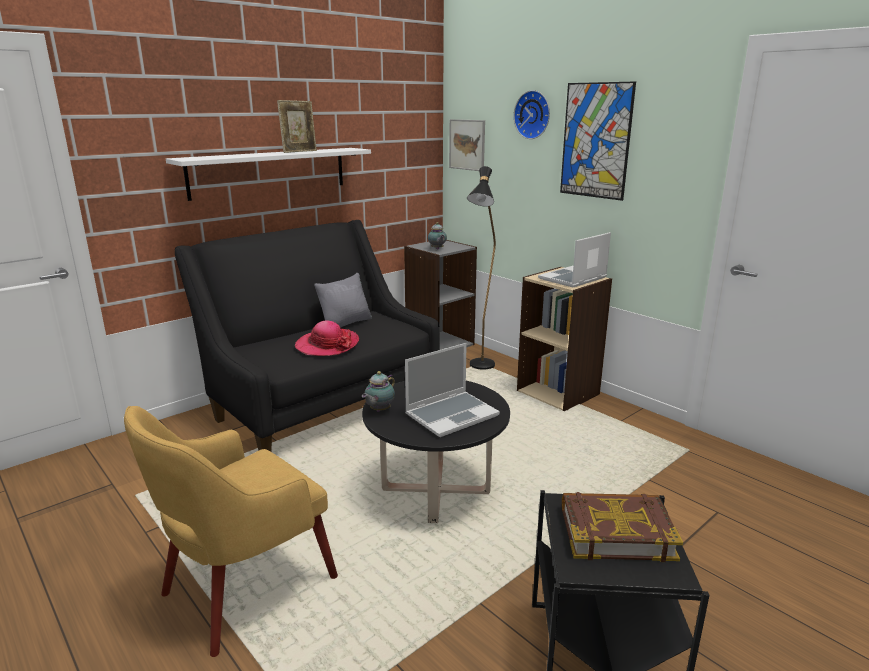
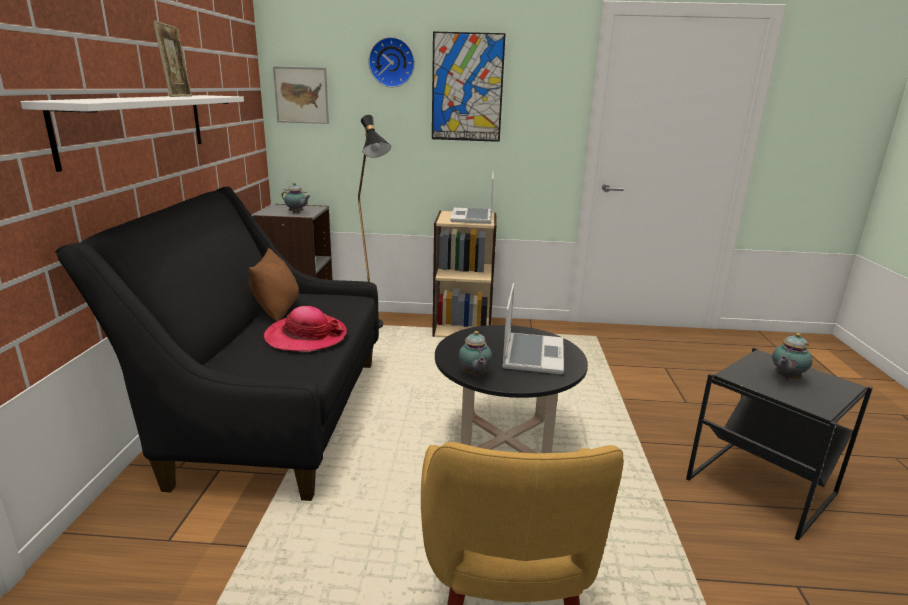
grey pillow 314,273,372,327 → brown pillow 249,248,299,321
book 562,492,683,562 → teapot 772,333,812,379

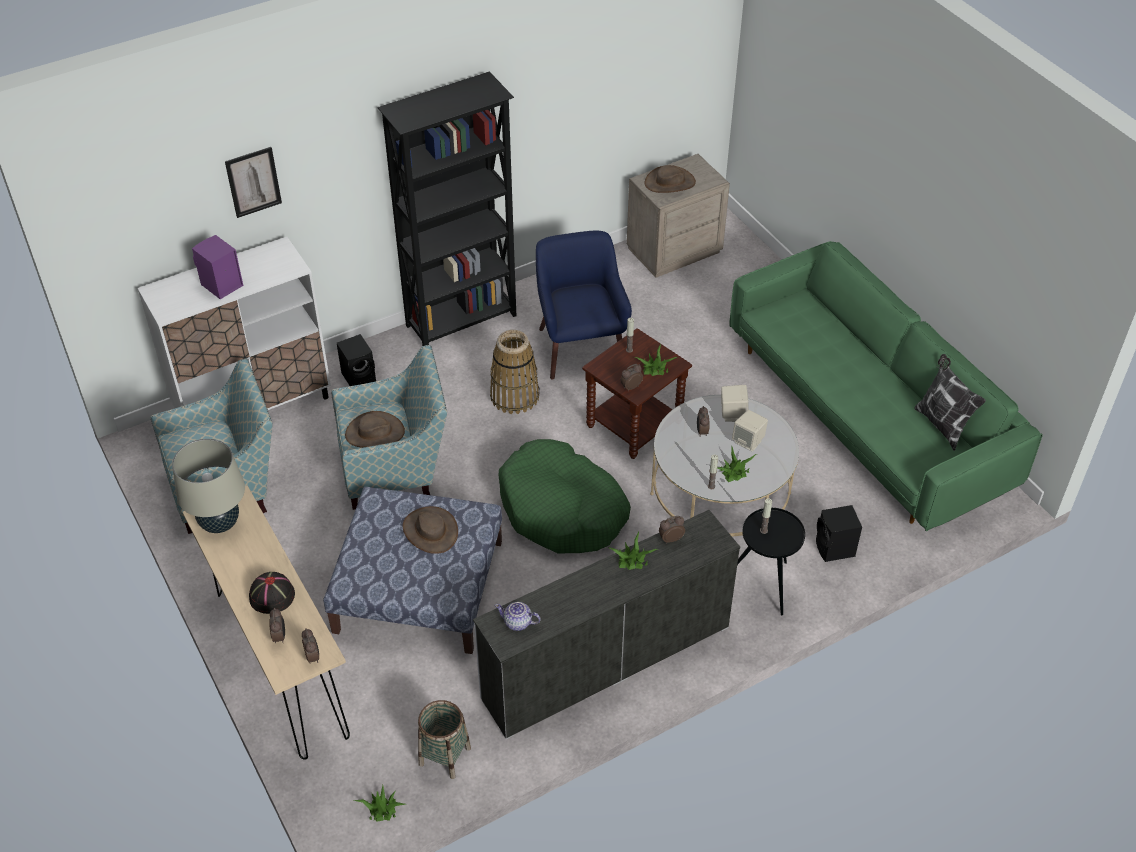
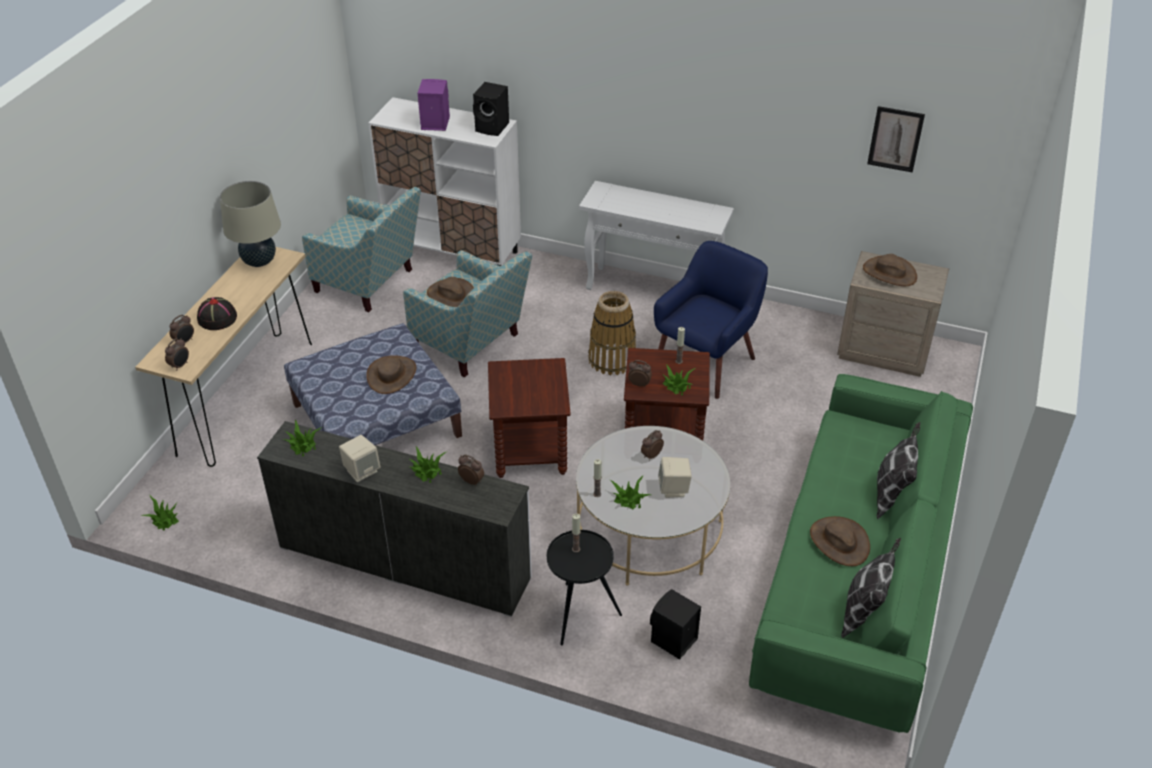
black bookcase 377,72,516,346 → white console table 579,181,734,290
picture 225,147,282,218 → picture 867,106,925,173, moved
black speaker 337,334,376,386 → black speaker 473,82,509,136, moved
beige speaker 721,385,749,422 → beige speaker 339,435,380,482, moved
green dog bed 499,439,631,554 → brown side table 488,358,571,478
teapot 495,602,540,631 → potted plant 284,420,321,456
basket 418,700,471,779 → -
- → pillow 877,422,920,520
- → brown hat 810,516,870,566

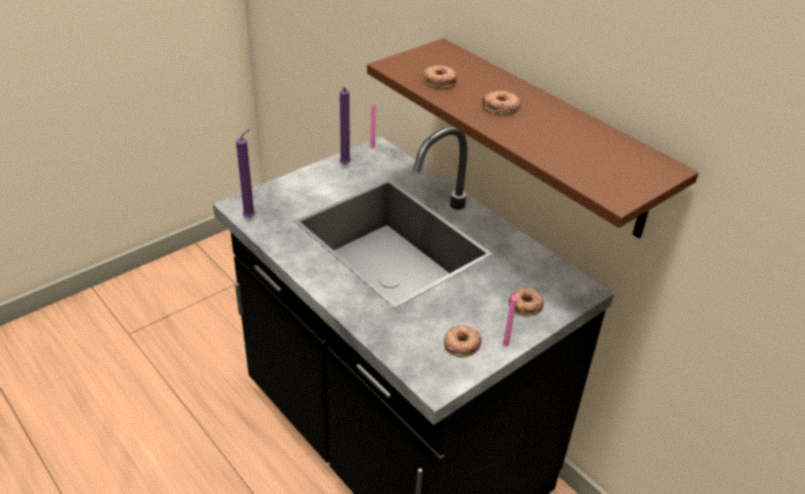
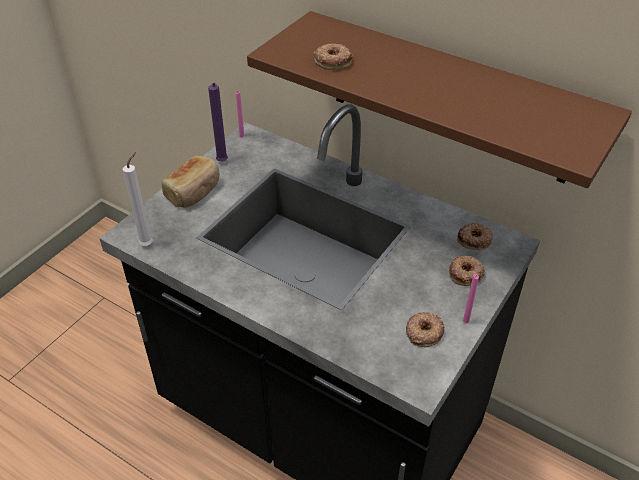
donut 482,91,521,115 → donut 457,223,493,250, moved
purple candle 236,128,255,218 → white candle 123,152,153,246
- → bread 162,156,219,208

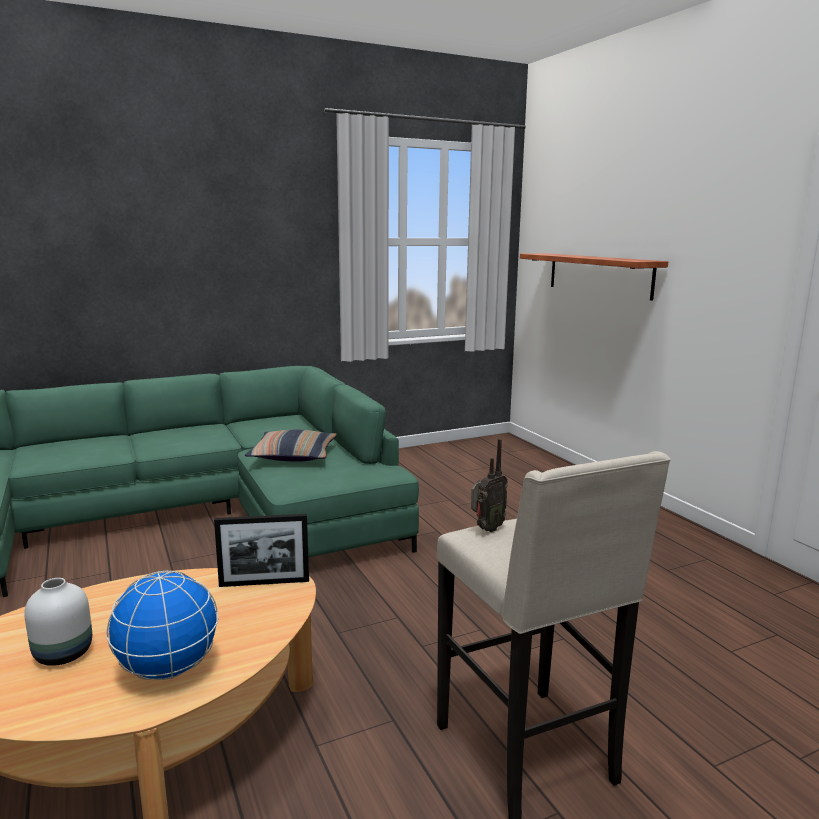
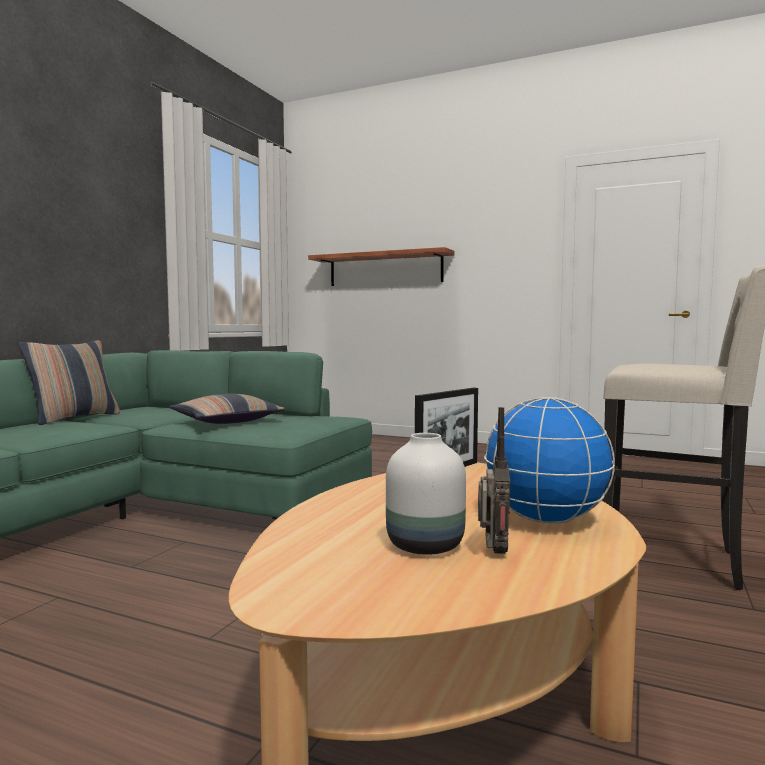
radio 471,439,508,532 → radio 478,407,510,554, moved
- → pillow 19,340,120,425

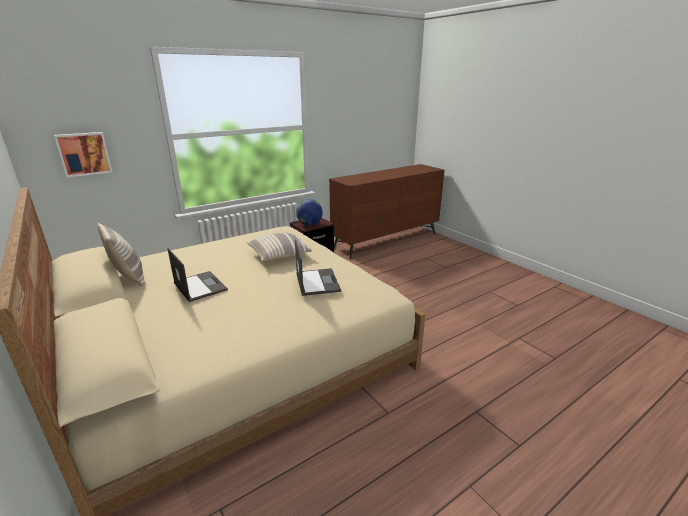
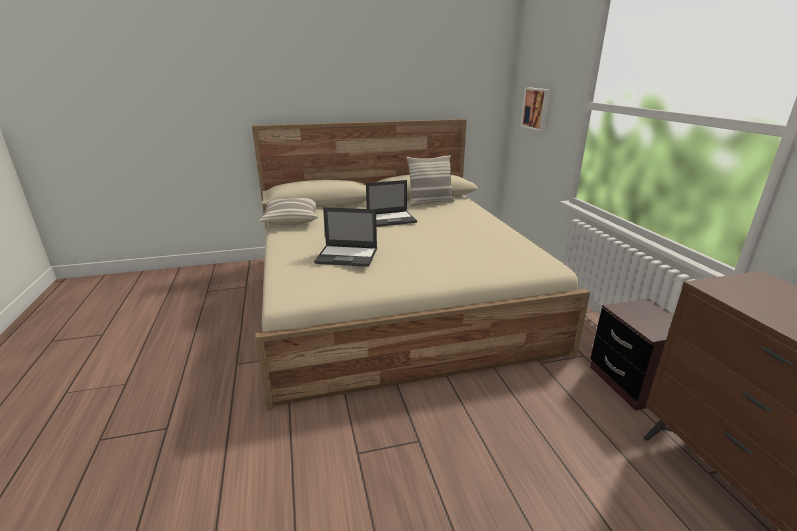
globe 296,199,323,226 → -
pillow 247,232,312,261 → pillow 259,198,318,225, moved

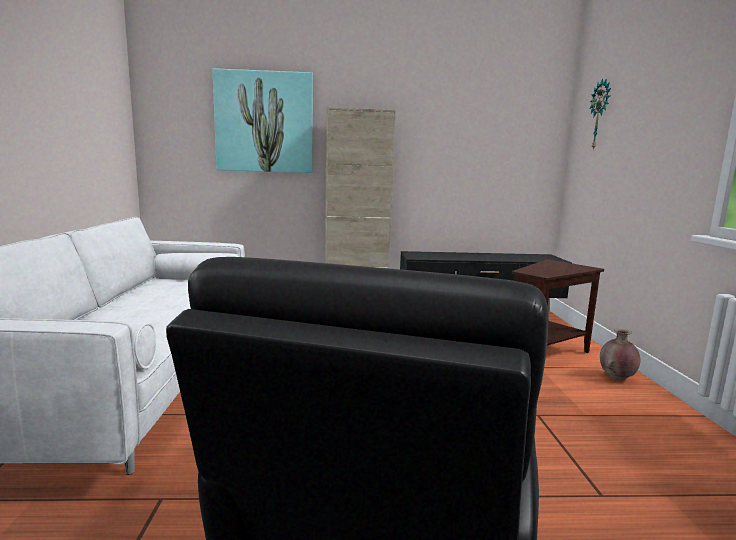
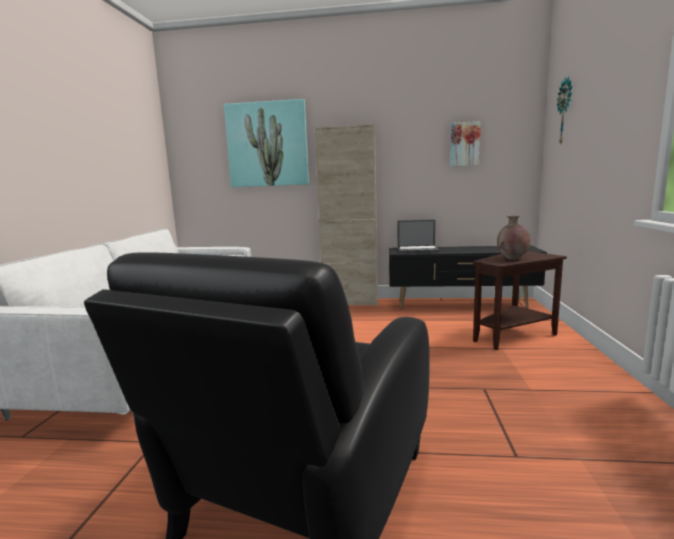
brown vase 600,329,641,380 → brown vase 497,215,530,260, moved
- → picture 450,121,481,167
- → laptop 398,220,440,253

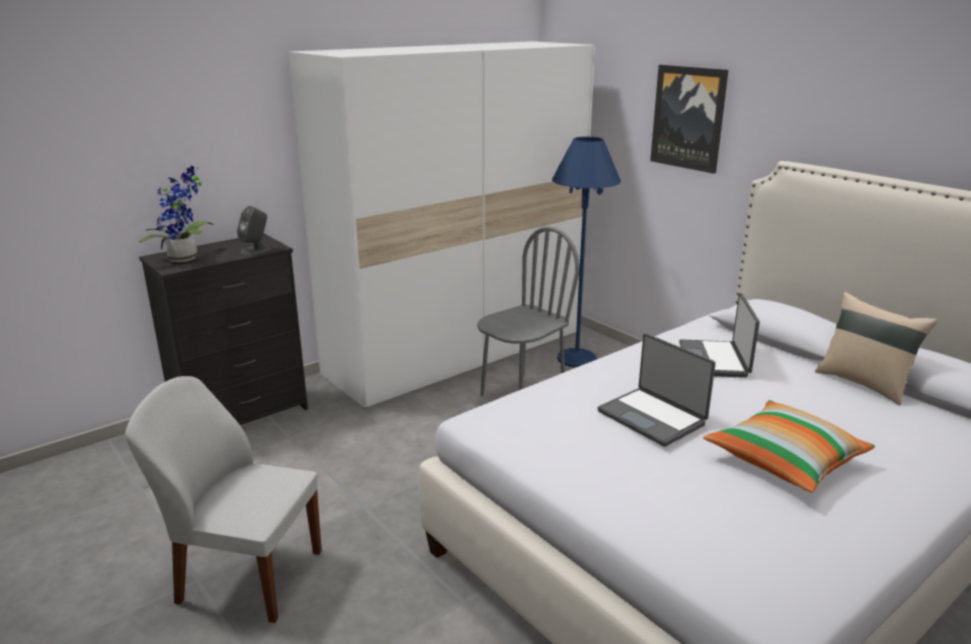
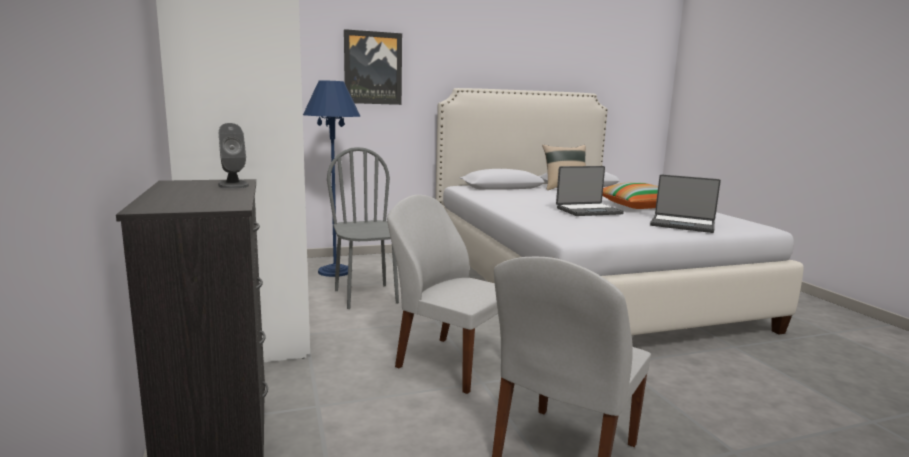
potted plant 139,166,214,262 → -
laptop 679,293,760,378 → laptop 650,174,721,233, moved
- → white chair 387,195,498,394

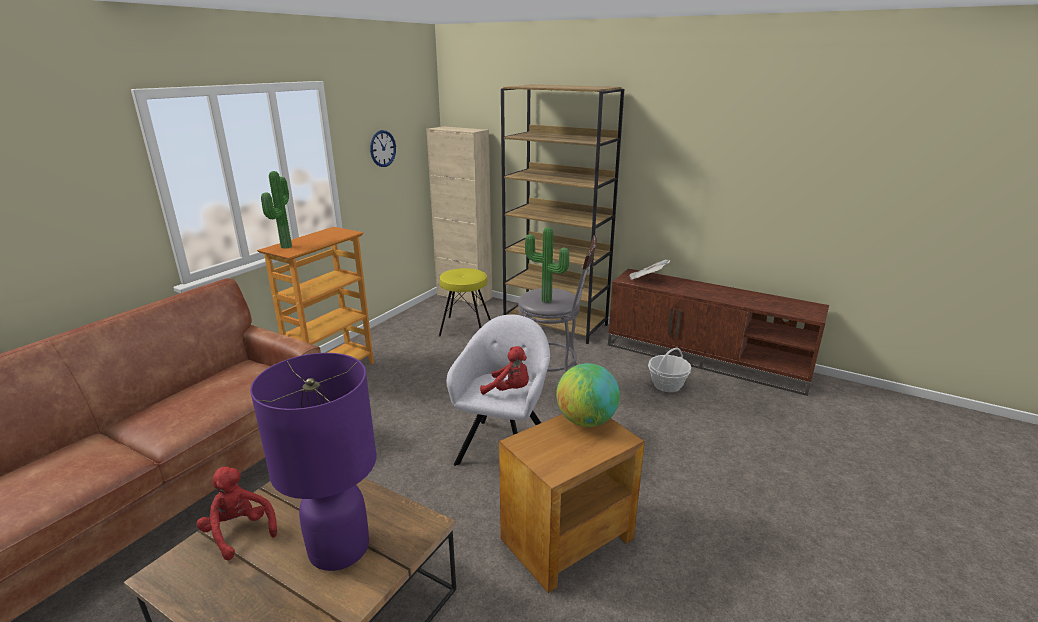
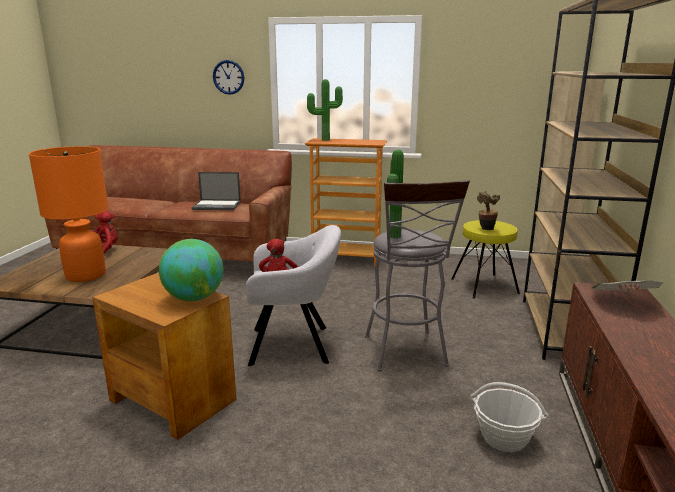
wall clock 370,130,396,167 → wall clock 213,60,244,95, moved
purple table lamp 250,353,377,571 → orange table lamp 29,146,108,282
- → laptop 192,172,241,210
- → potted plant 477,191,500,230

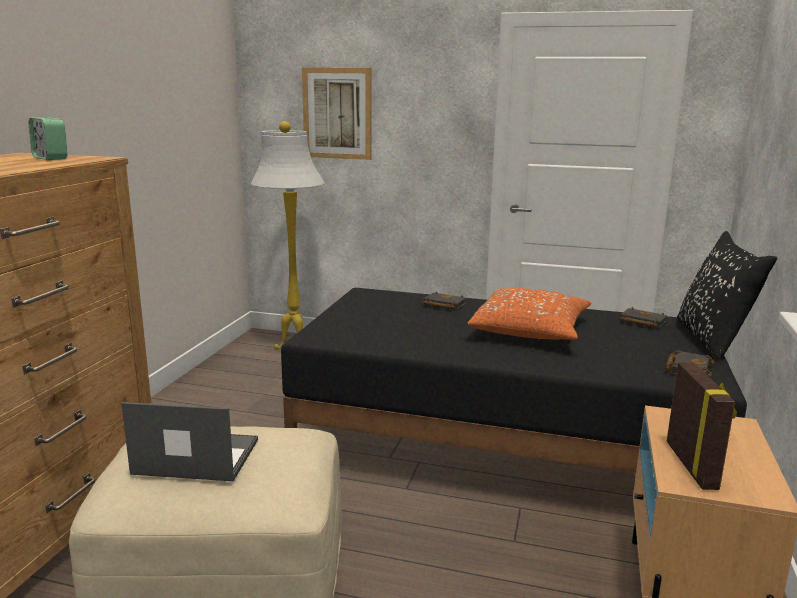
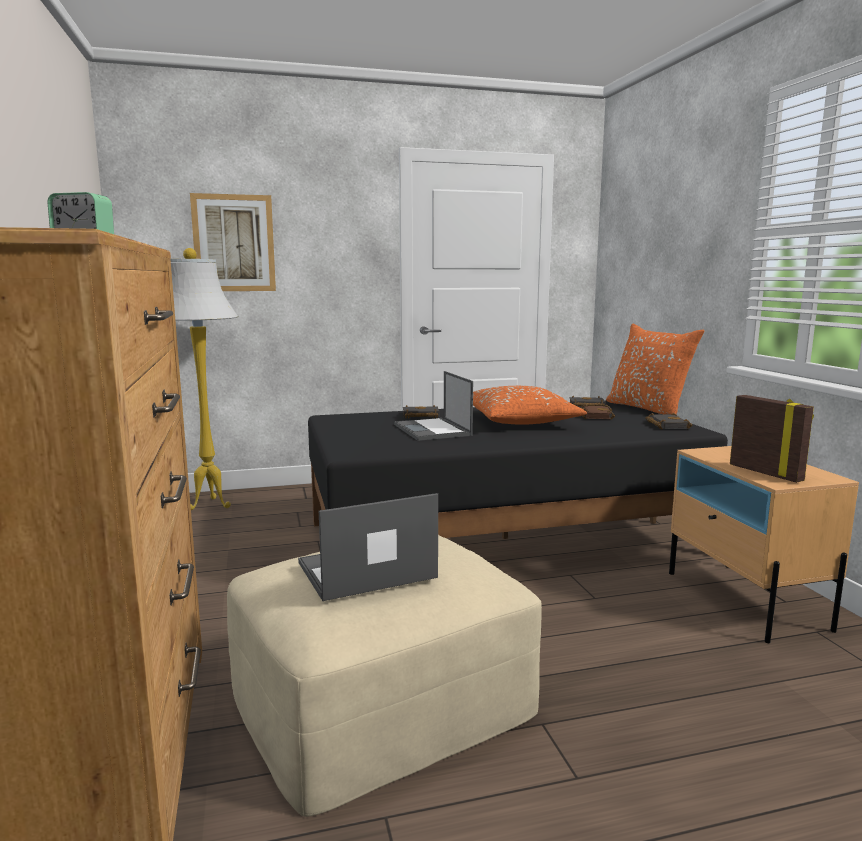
black pillow 677,231,777,360 → orange pillow 606,324,704,414
- → laptop 394,371,473,441
- → brown book 580,404,615,420

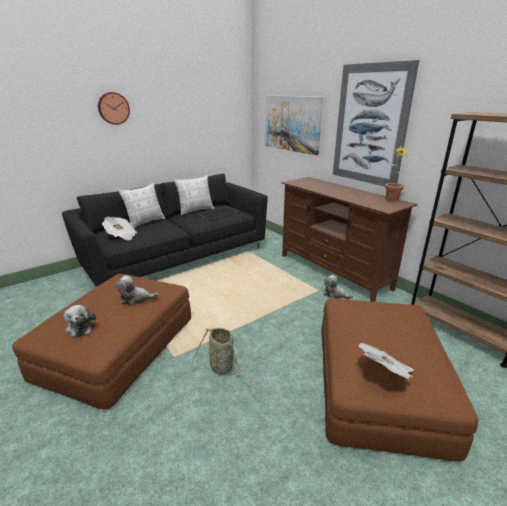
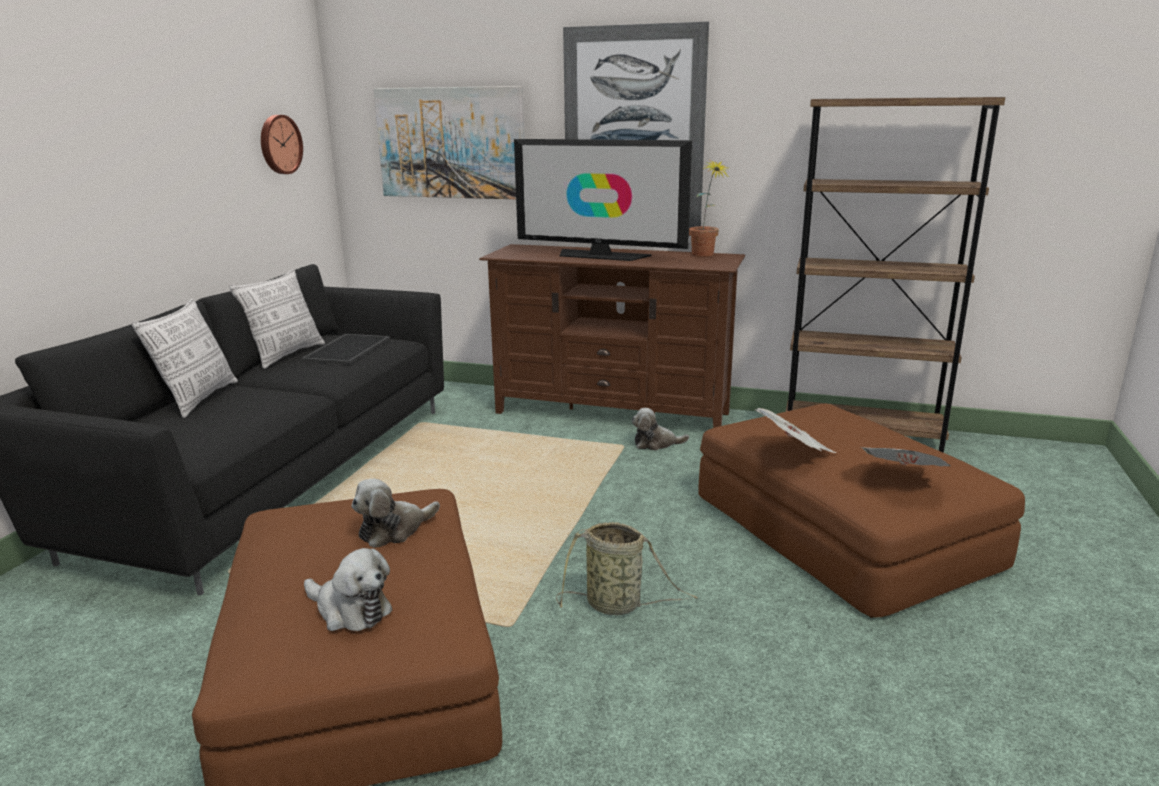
wall clock 98,92,130,125 → wall clock 261,115,303,174, moved
newspaper 102,217,137,240 → newspaper 754,408,836,453, moved
- → television 514,139,692,261

